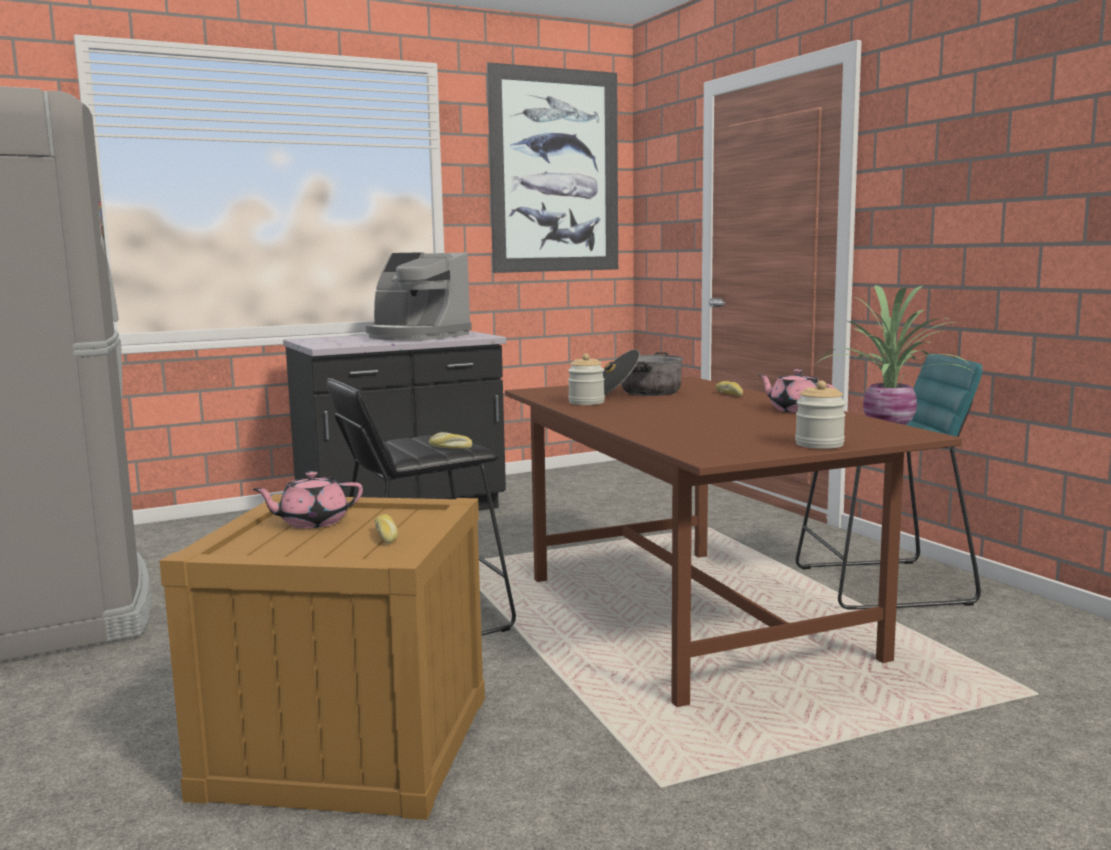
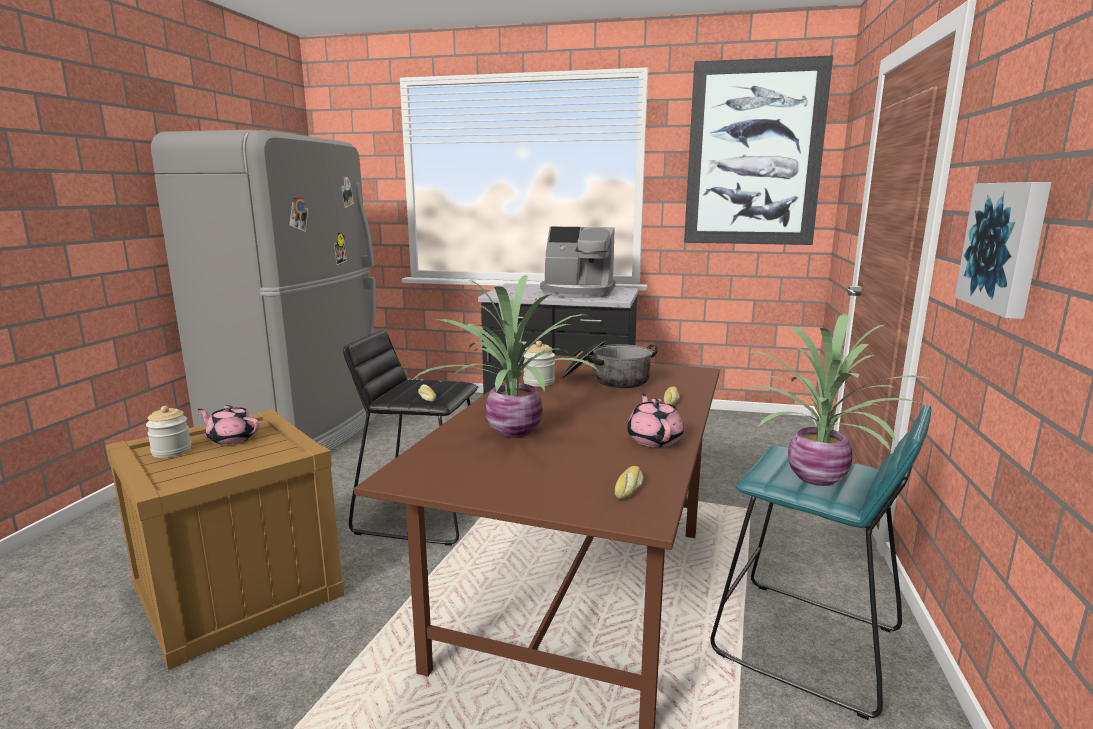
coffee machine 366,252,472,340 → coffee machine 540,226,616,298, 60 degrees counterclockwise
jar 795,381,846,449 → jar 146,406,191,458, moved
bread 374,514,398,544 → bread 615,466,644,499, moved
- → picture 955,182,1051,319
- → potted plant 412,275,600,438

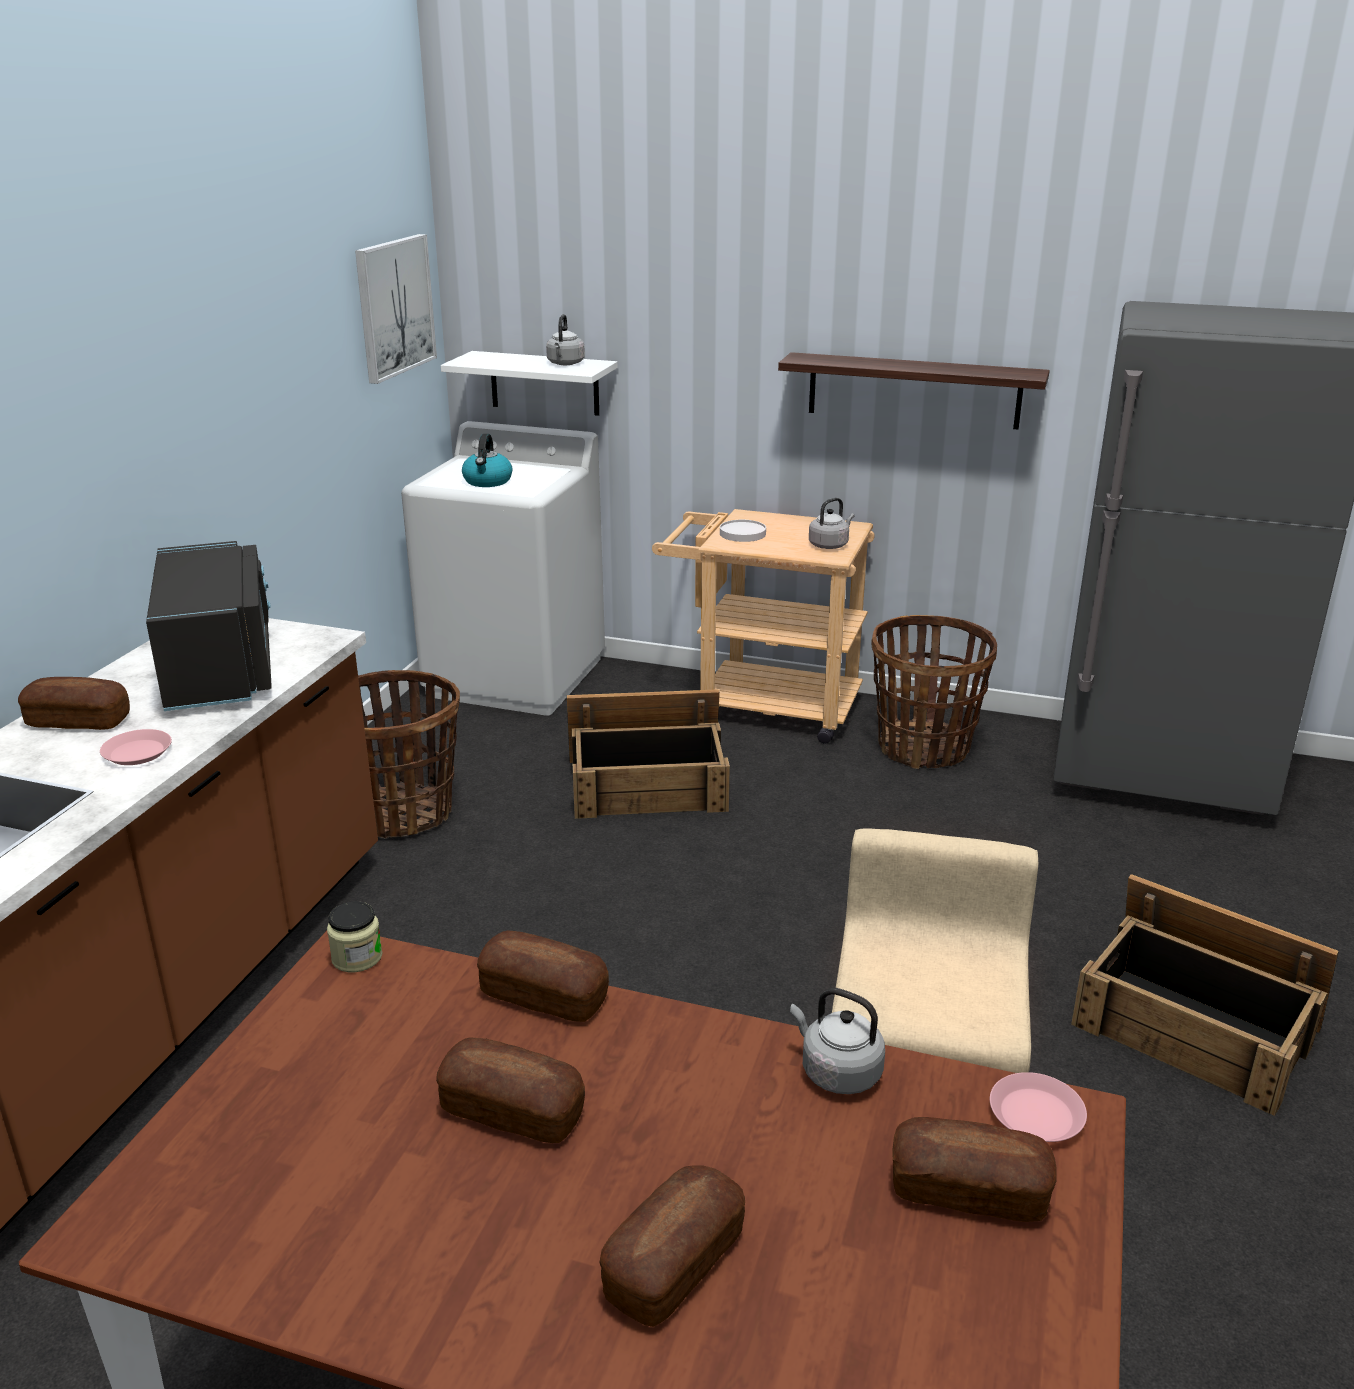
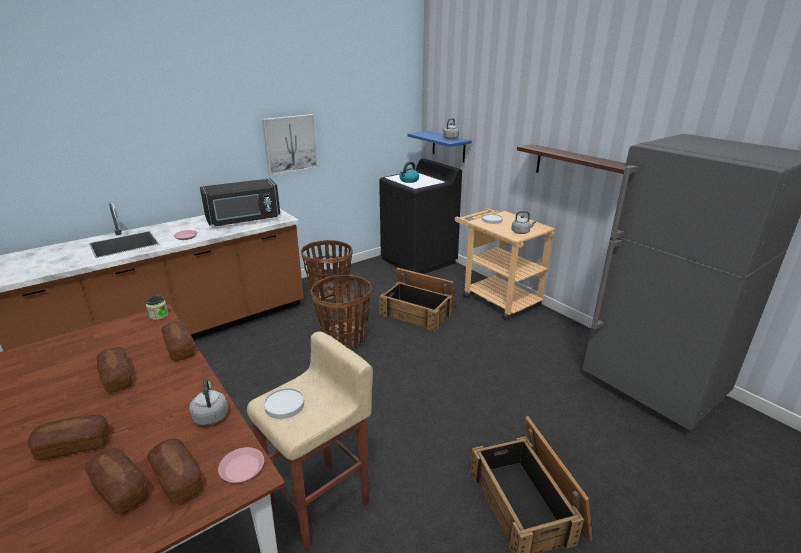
picture 355,234,437,384 → picture 262,114,318,175, moved
white shelf 441,351,617,416 → blue shelf 408,131,472,162
white washing machine 401,421,605,716 → black washing machine 379,159,462,274
black microwave 146,541,272,711 → black microwave 200,178,281,226, 45 degrees clockwise
basket 871,615,997,769 → basket 310,275,372,349, moved
bread 18,677,130,730 → bread 85,448,149,515, moved
- → white plate 264,388,304,419

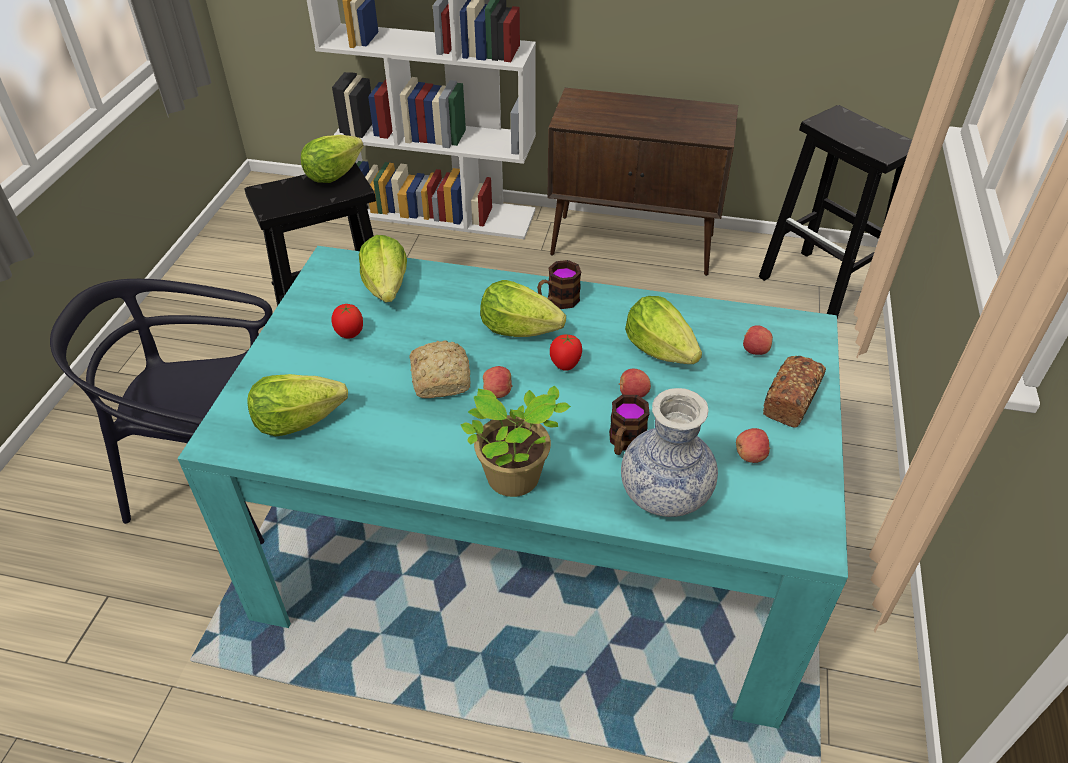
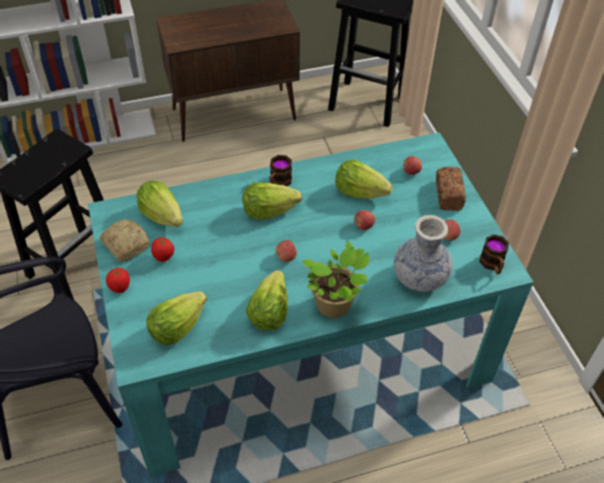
lettuce 301,135,364,183 → lettuce 246,270,288,330, moved
tomato 550,334,582,371 → tomato 106,268,130,293, moved
bread 410,340,471,398 → bread 100,219,150,262, moved
mug 609,395,650,455 → mug 479,234,509,274, moved

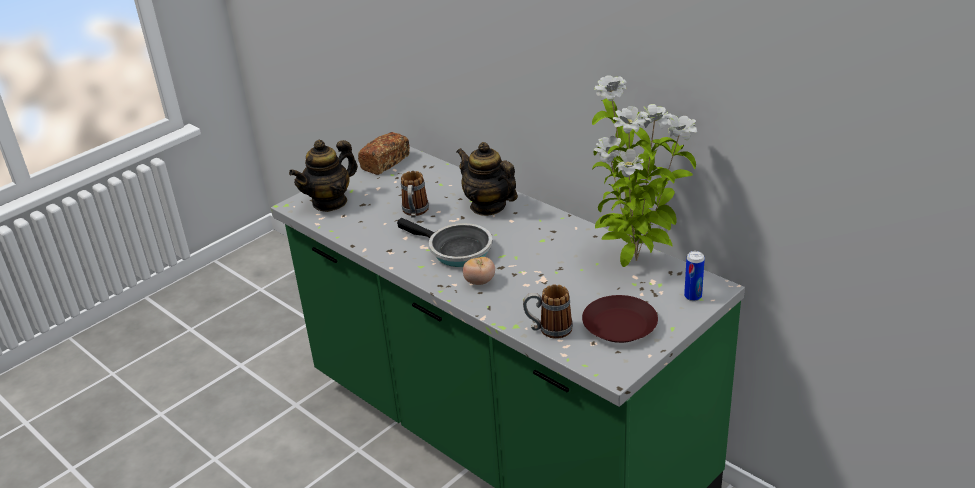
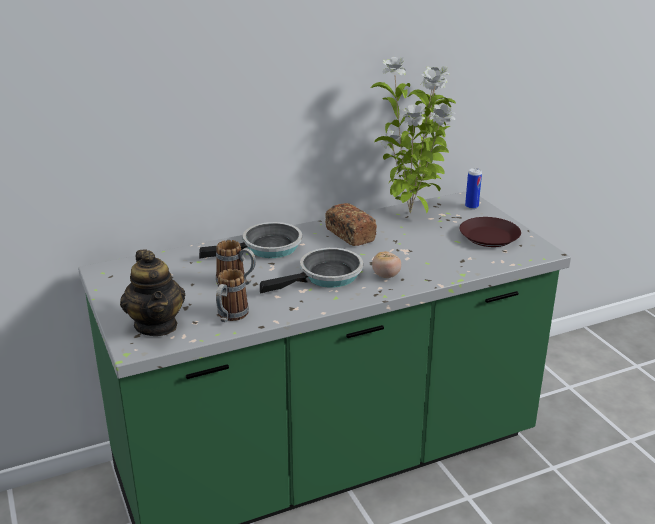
bread 358,132,410,175 → bread 325,203,377,246, moved
teapot 457,142,518,216 → frying pan 199,222,302,259
mug 523,284,573,339 → mug 216,269,249,322, moved

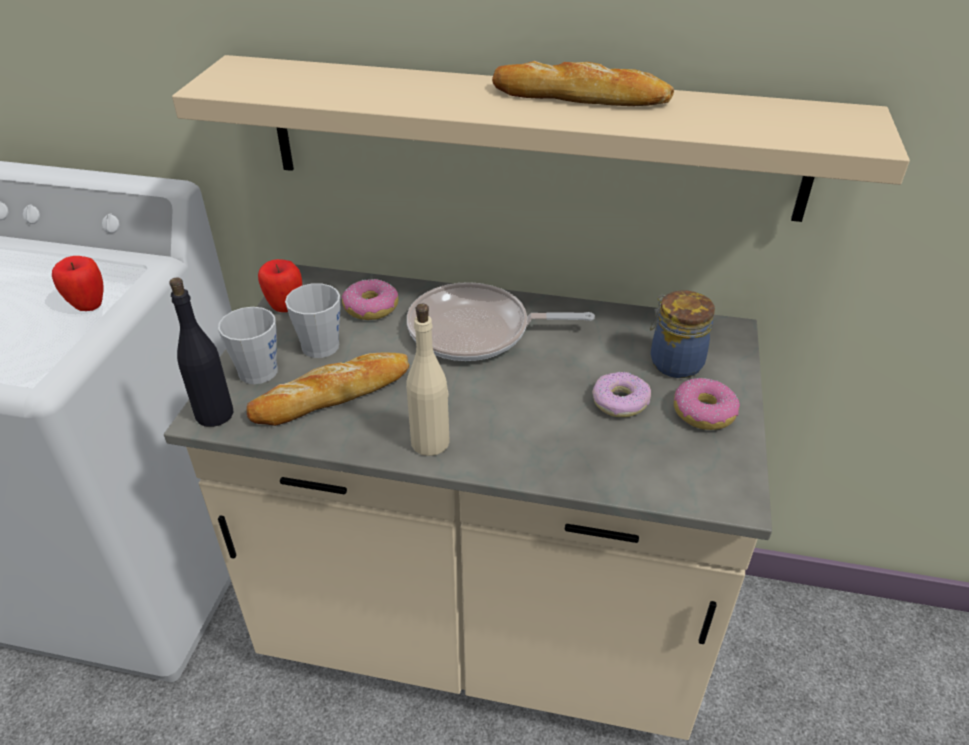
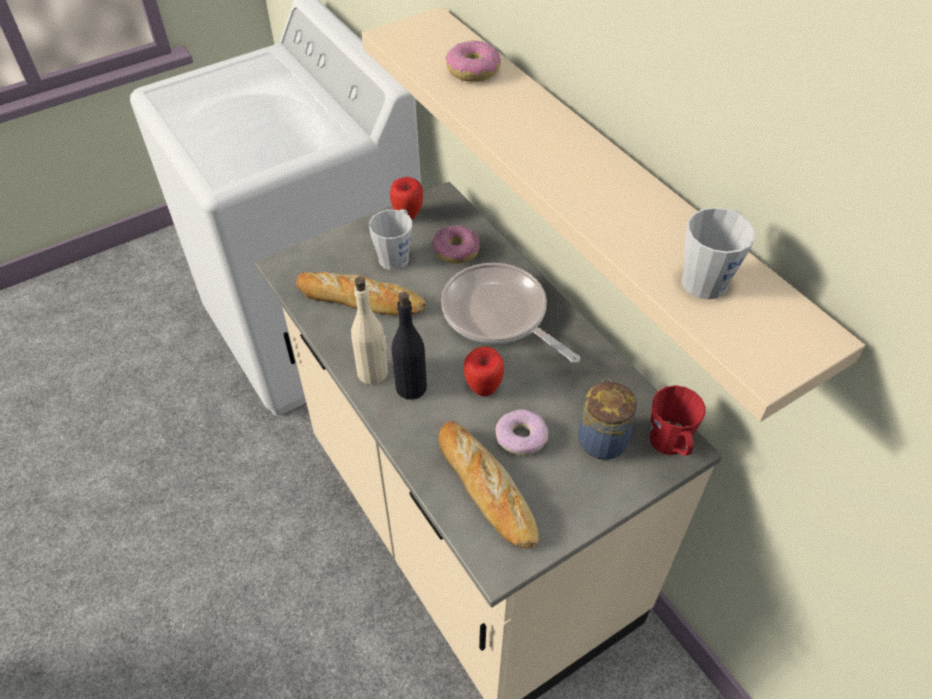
bread 492,61,674,106 → bread 438,421,539,549, moved
apple 52,256,104,311 → apple 464,347,504,396, moved
black bottle 169,277,234,427 → black bottle 392,292,427,400, moved
grey mug 218,307,278,384 → grey mug 682,207,755,300, moved
donut 674,377,740,430 → donut 446,40,501,82, moved
- → red mug 650,385,706,455

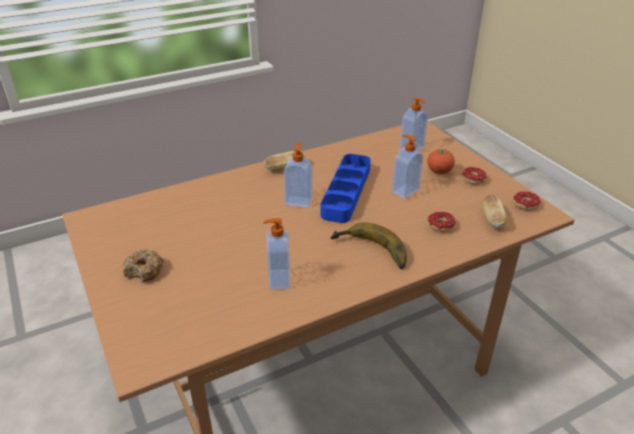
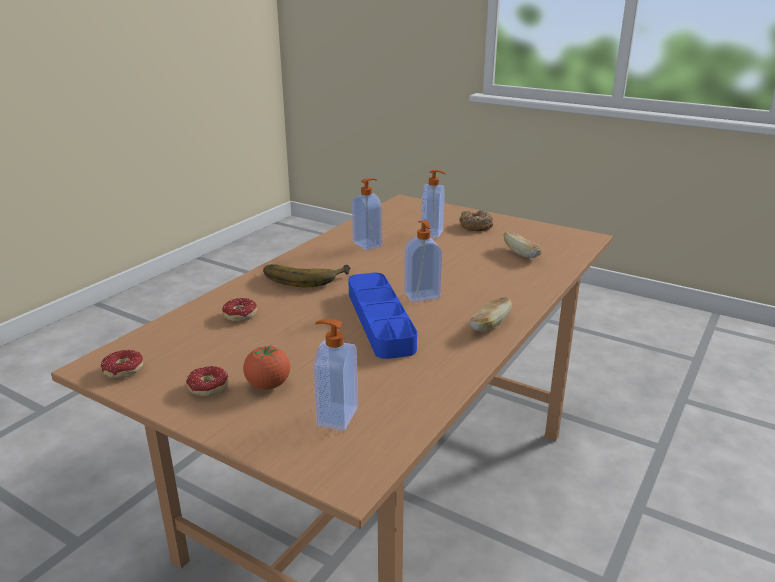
soap dispenser 392,135,423,199 → soap dispenser 421,170,445,238, moved
bread 482,195,507,228 → bread 504,231,543,258, moved

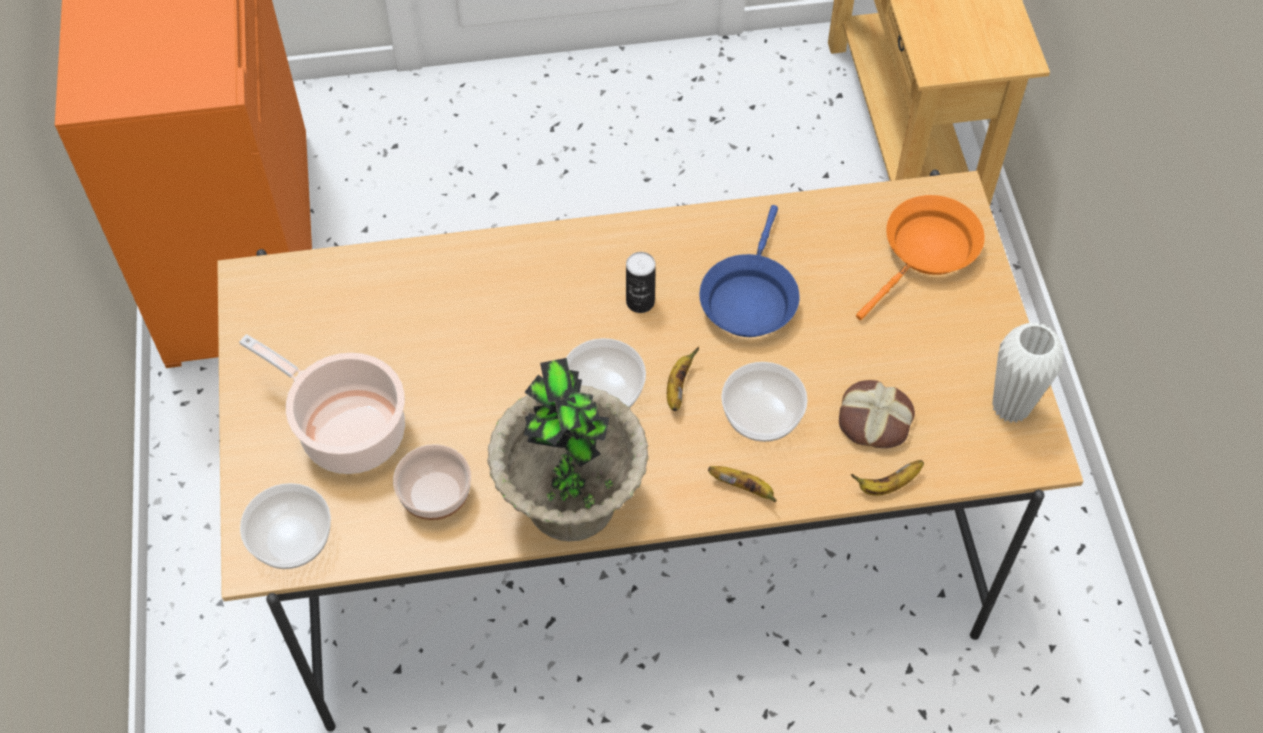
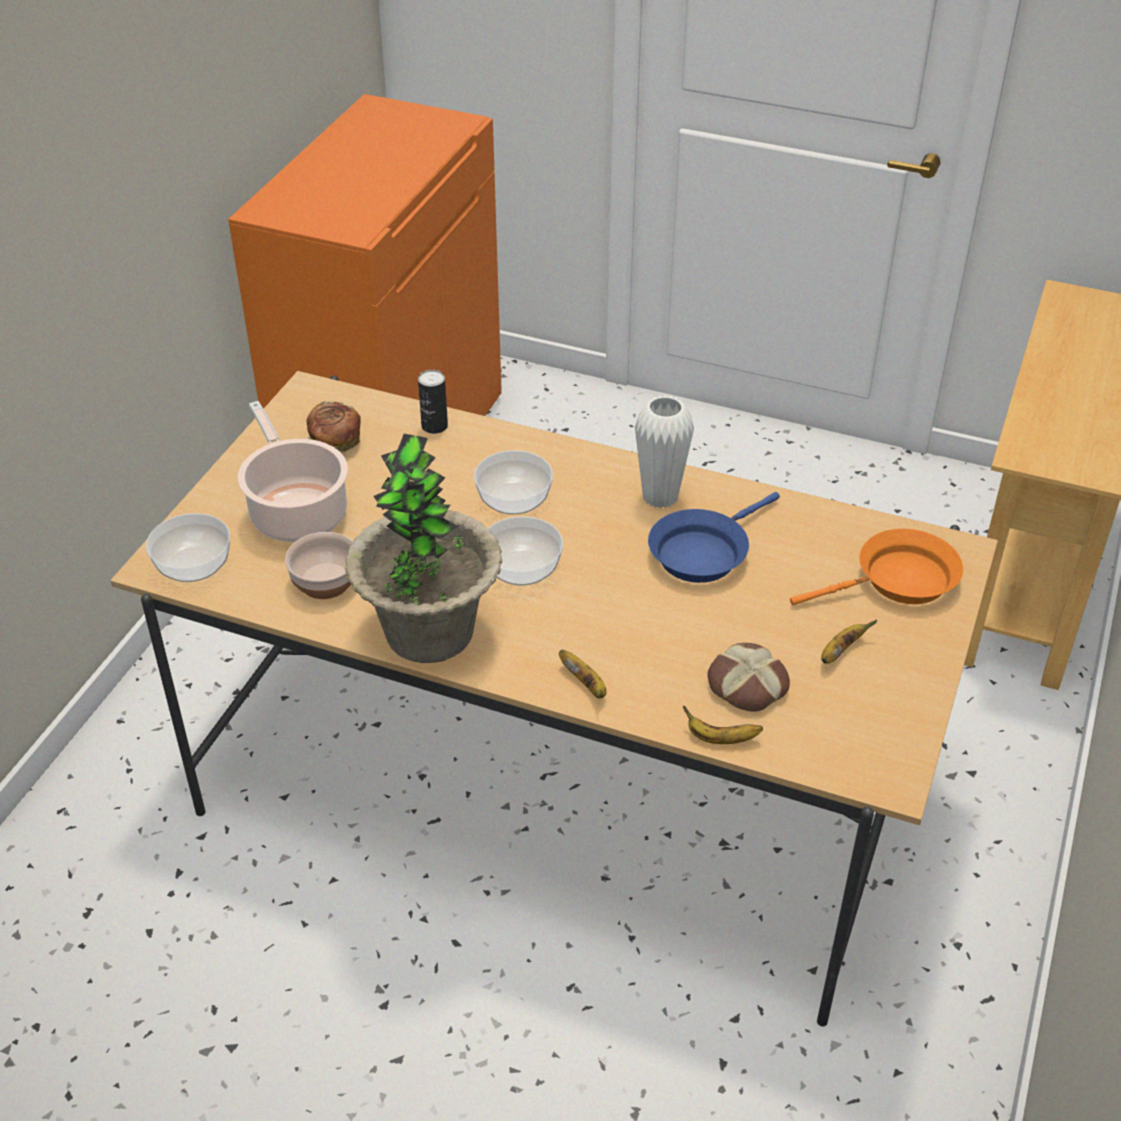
can 626,252,656,313 → can 418,370,448,434, moved
white vase 992,323,1064,423 → white vase 635,395,694,509, moved
banana 667,347,699,411 → banana 821,620,877,664, moved
bowl 721,362,808,442 → bowl 474,450,553,515, moved
- → bread 306,401,361,453

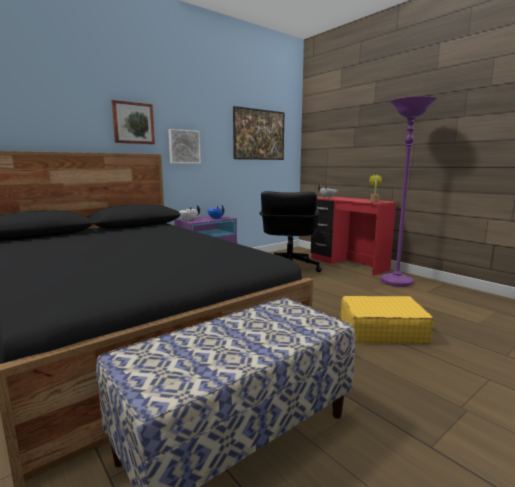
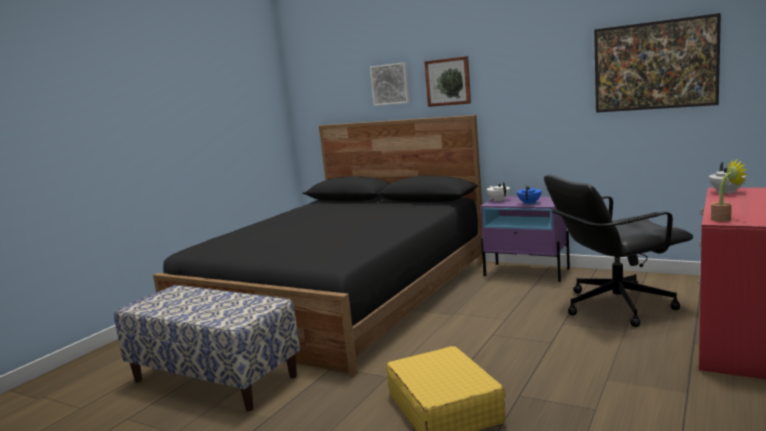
purple floor lamp 381,96,437,287 → -
picture 168,129,201,164 → picture 370,62,410,106, moved

